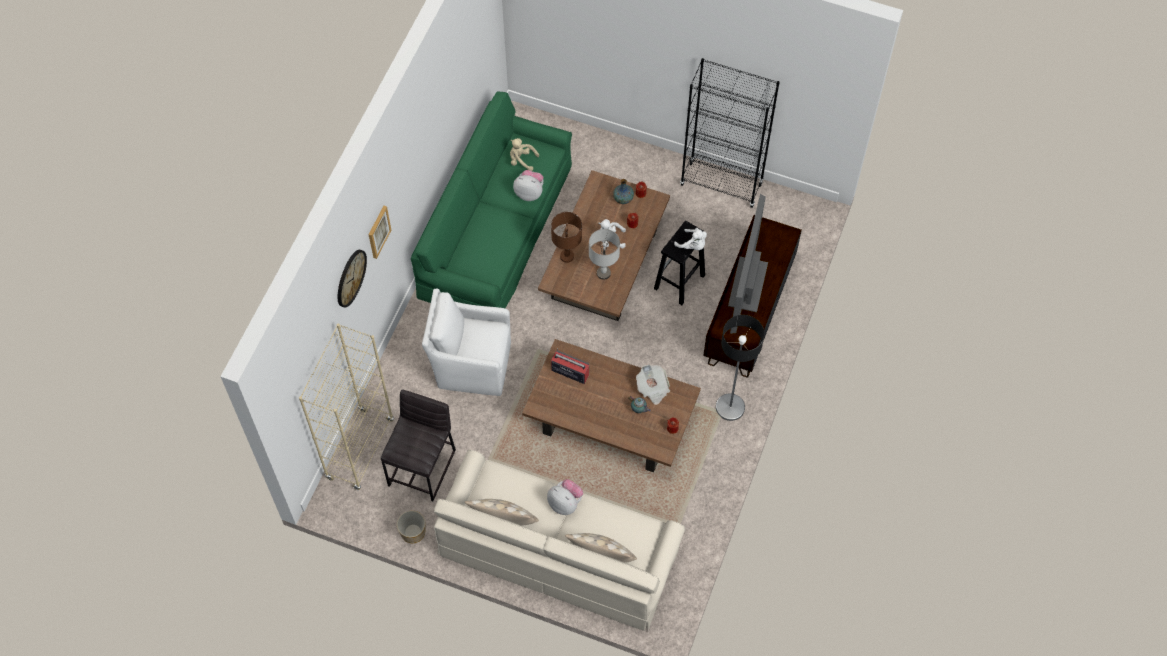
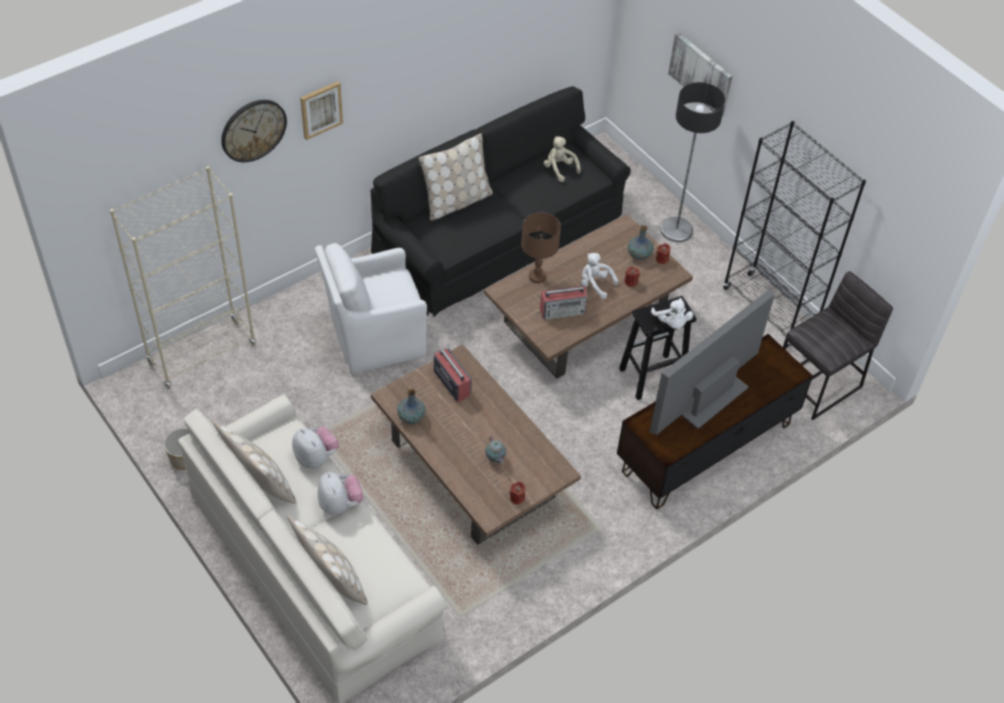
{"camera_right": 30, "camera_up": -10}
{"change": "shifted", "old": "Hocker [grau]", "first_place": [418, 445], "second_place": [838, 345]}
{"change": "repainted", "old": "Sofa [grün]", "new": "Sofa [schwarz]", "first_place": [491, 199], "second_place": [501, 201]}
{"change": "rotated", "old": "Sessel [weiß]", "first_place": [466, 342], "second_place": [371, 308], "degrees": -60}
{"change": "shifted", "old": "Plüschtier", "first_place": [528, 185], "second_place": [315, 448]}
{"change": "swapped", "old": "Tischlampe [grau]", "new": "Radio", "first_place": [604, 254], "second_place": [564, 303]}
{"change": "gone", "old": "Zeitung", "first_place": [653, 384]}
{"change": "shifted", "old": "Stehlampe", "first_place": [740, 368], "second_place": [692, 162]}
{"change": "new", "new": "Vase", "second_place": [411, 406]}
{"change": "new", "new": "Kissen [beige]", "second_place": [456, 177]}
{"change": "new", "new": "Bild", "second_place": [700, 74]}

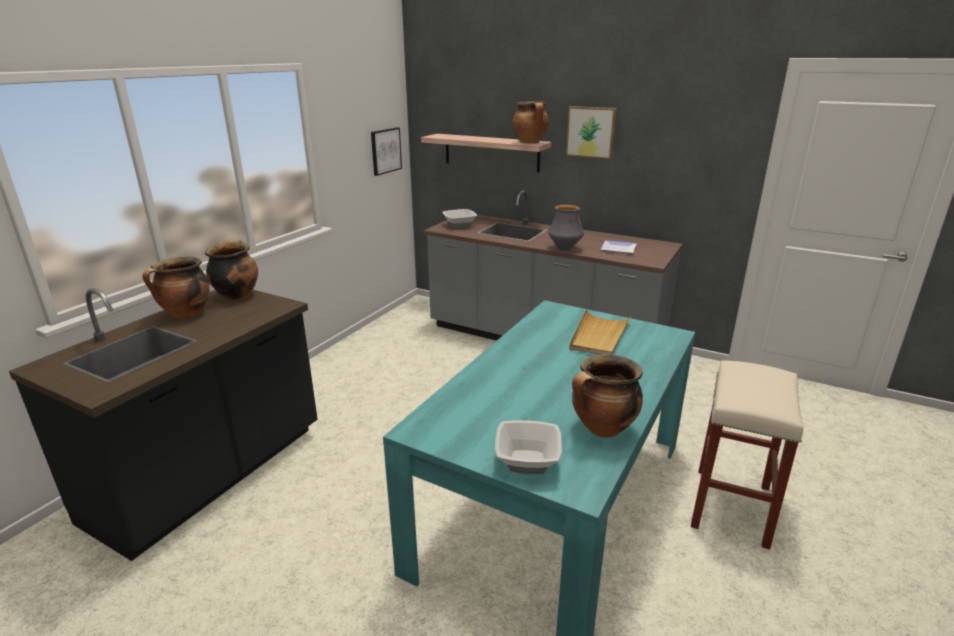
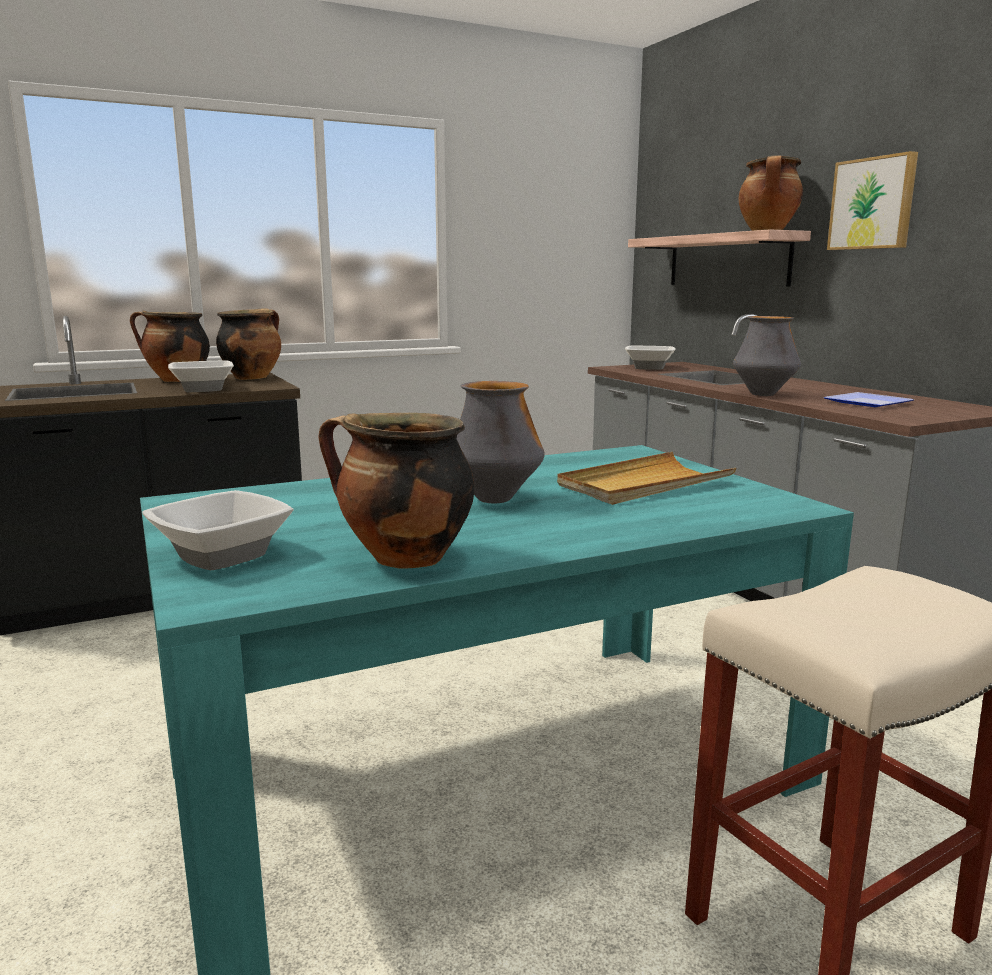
{"camera_right": 35, "camera_up": -10}
{"change": "gone", "old": "Bild", "first_place": [386, 151]}
{"change": "new", "new": "Schüssel", "second_place": [201, 376]}
{"change": "new", "new": "Vase", "second_place": [501, 442]}

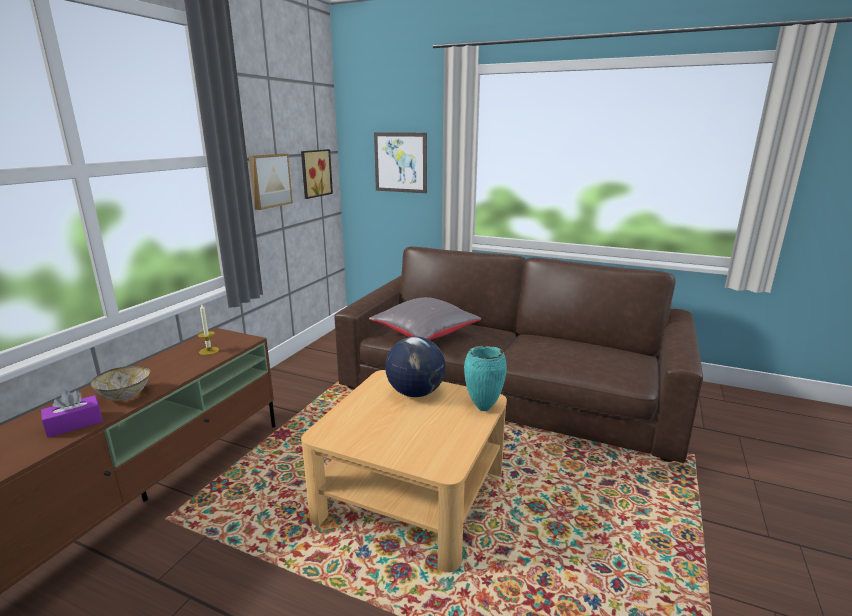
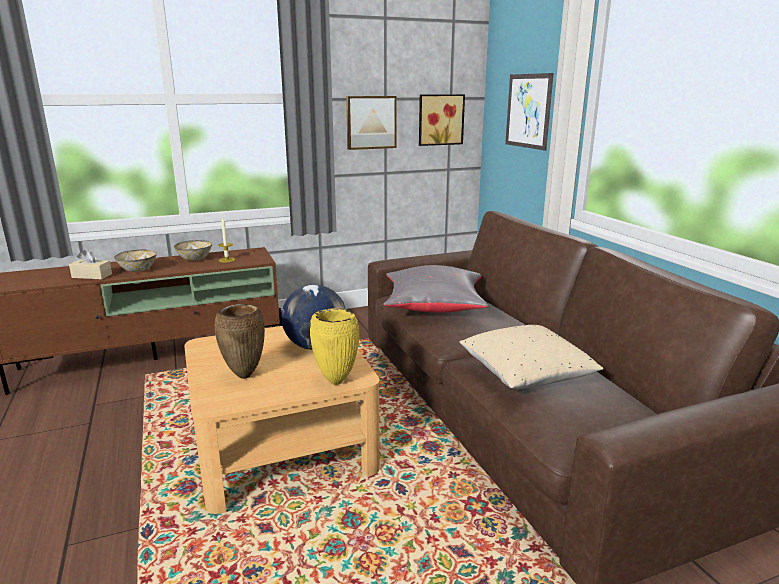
{"camera_right": 45, "camera_up": 0}
{"change": "repainted", "old": "Taschentuchbox [lila]", "new": "Taschentuchbox [beige]", "first_place": [72, 414], "second_place": [90, 264]}
{"change": "repainted", "old": "Vase [türkis]", "new": "Vase [gelb]", "first_place": [485, 378], "second_place": [334, 346]}
{"change": "new", "new": "Schüssel", "second_place": [193, 250]}
{"change": "new", "new": "Vase [braun]", "second_place": [240, 341]}
{"change": "new", "new": "Kissen [beige]", "second_place": [532, 357]}

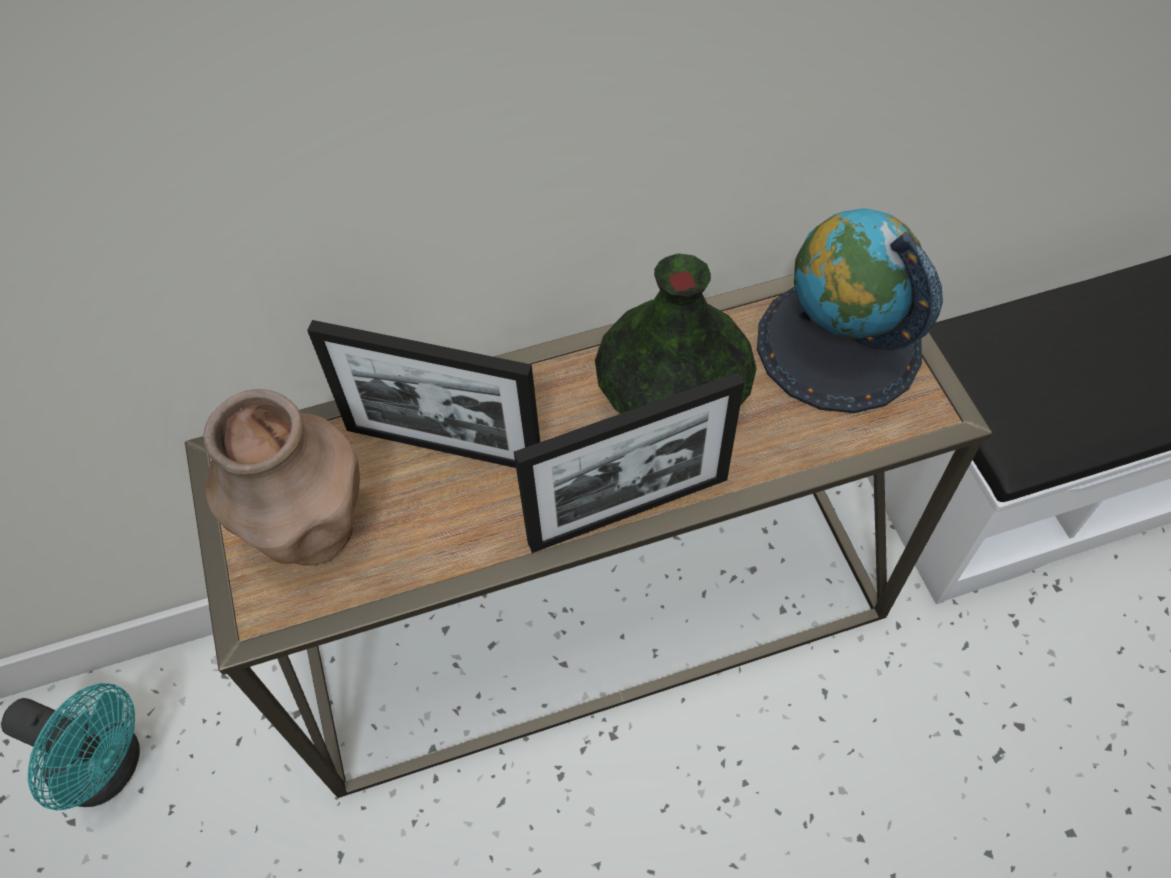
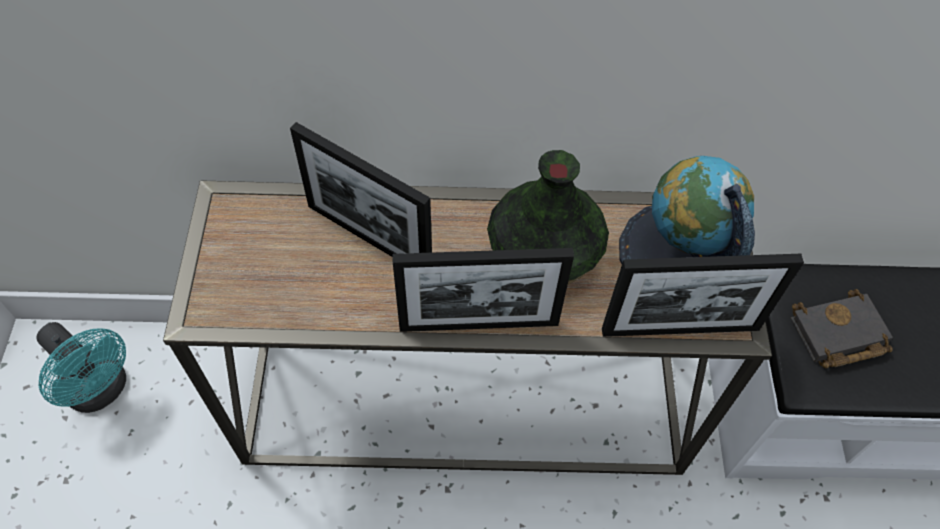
{"camera_right": 15, "camera_up": 0}
{"change": "gone", "old": "Vase [braun]", "first_place": [281, 477]}
{"change": "new", "new": "Bilderrahmen", "second_place": [703, 295]}
{"change": "new", "new": "Buch [schwarz]", "second_place": [842, 329]}

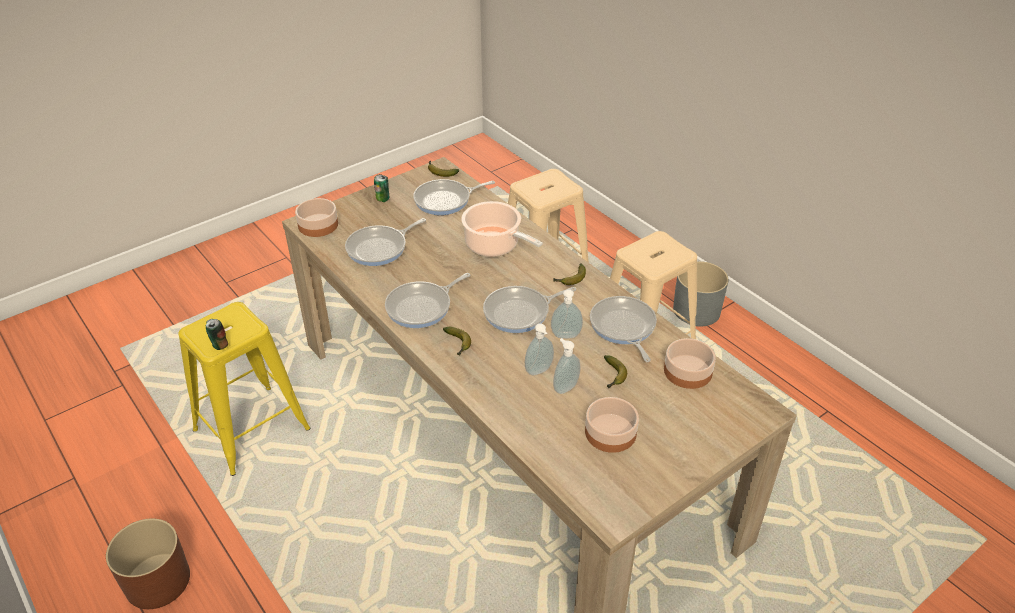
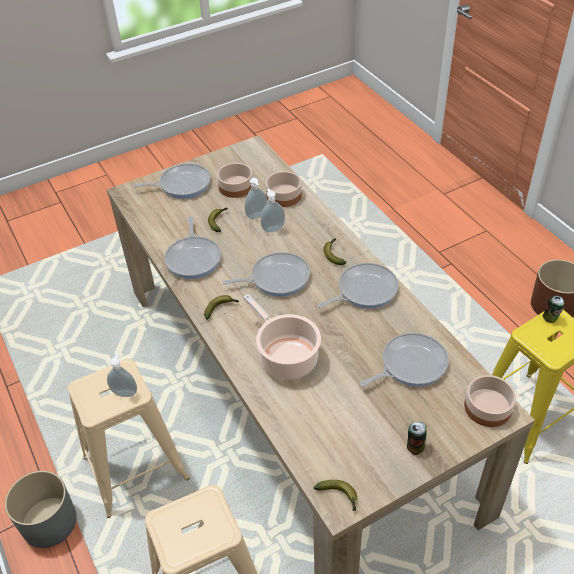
{"camera_right": -170, "camera_up": 5}
{"change": "shifted", "old": "Pfanne", "first_place": [454, 197], "second_place": [172, 180]}
{"change": "shifted", "old": "Seifenspender", "first_place": [567, 314], "second_place": [122, 375]}
{"change": "shifted", "old": "Schüssel", "first_place": [690, 363], "second_place": [283, 189]}

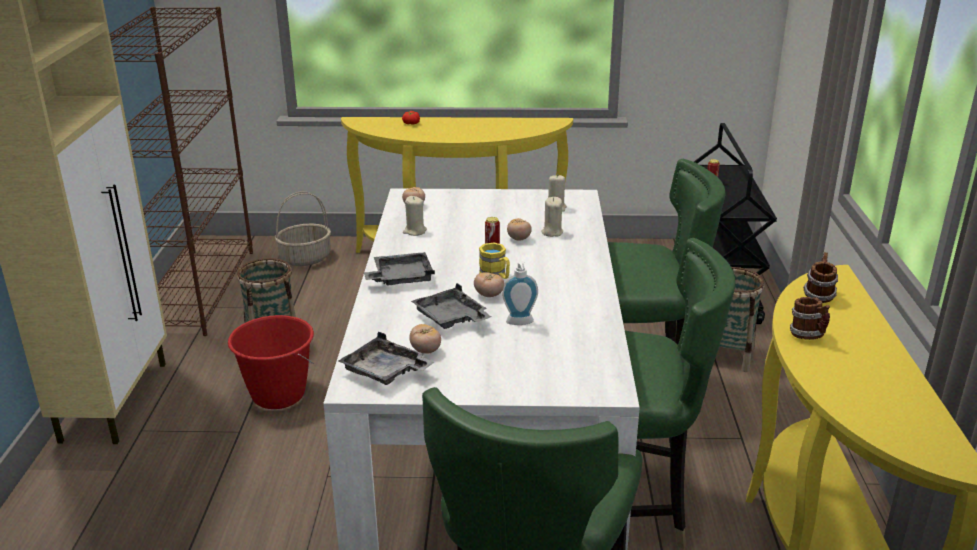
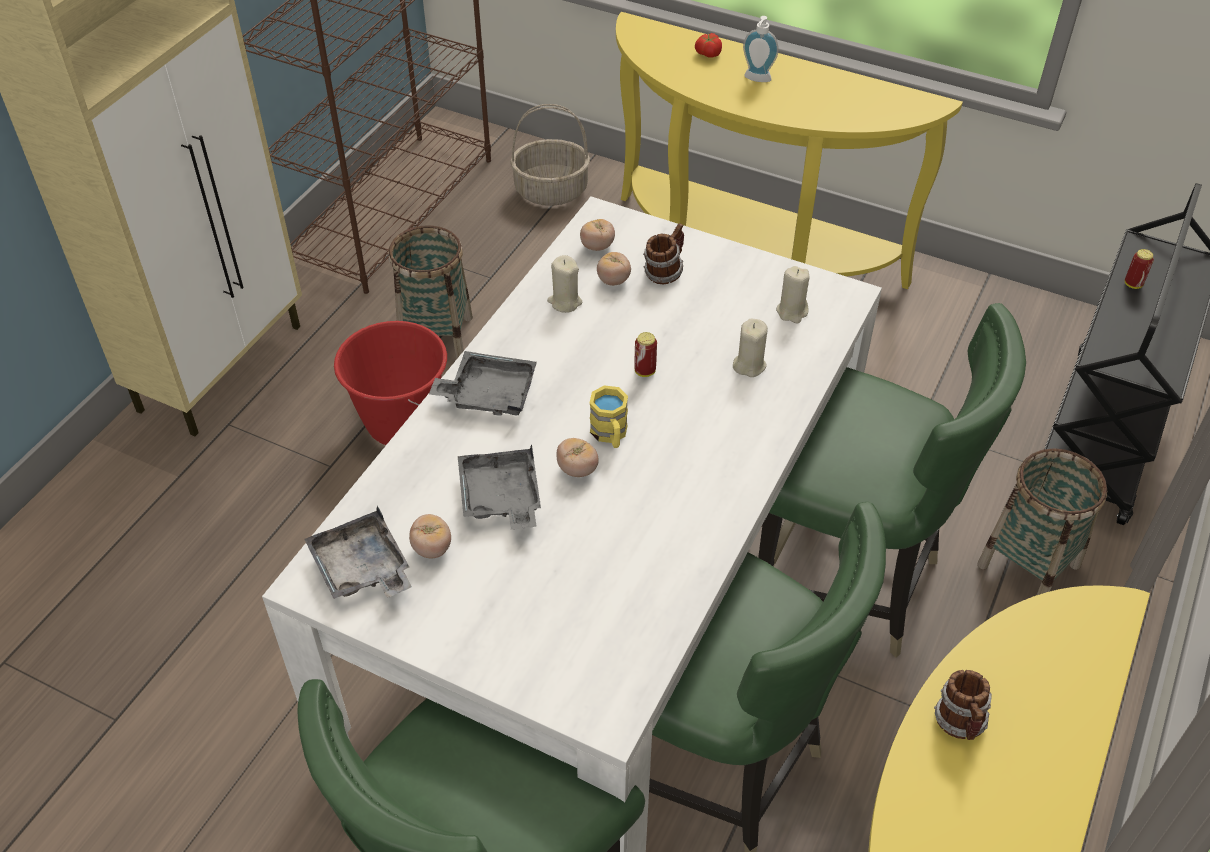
{"camera_right": 25, "camera_up": 20}
{"change": "shifted", "old": "Seifenspender", "first_place": [520, 293], "second_place": [761, 49]}
{"change": "shifted", "old": "Tomate", "first_place": [519, 229], "second_place": [614, 269]}
{"change": "shifted", "old": "Henkelbecher", "first_place": [820, 277], "second_place": [663, 254]}

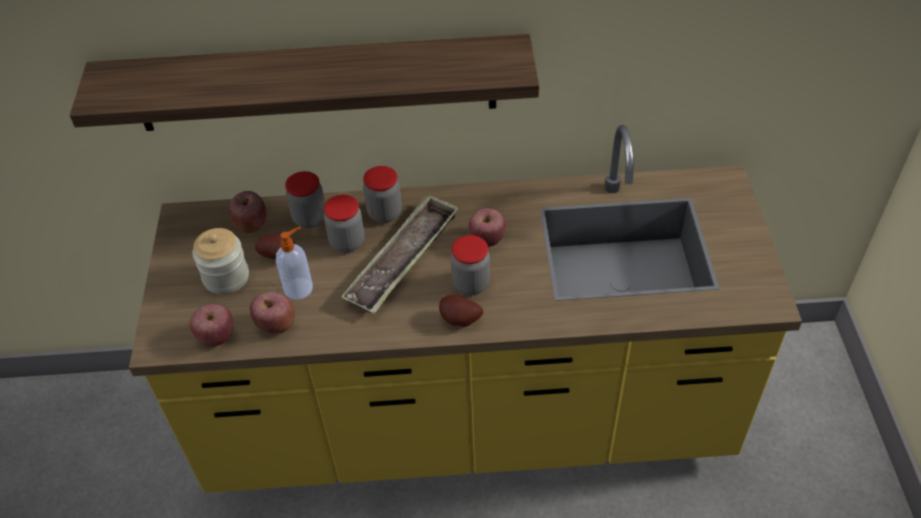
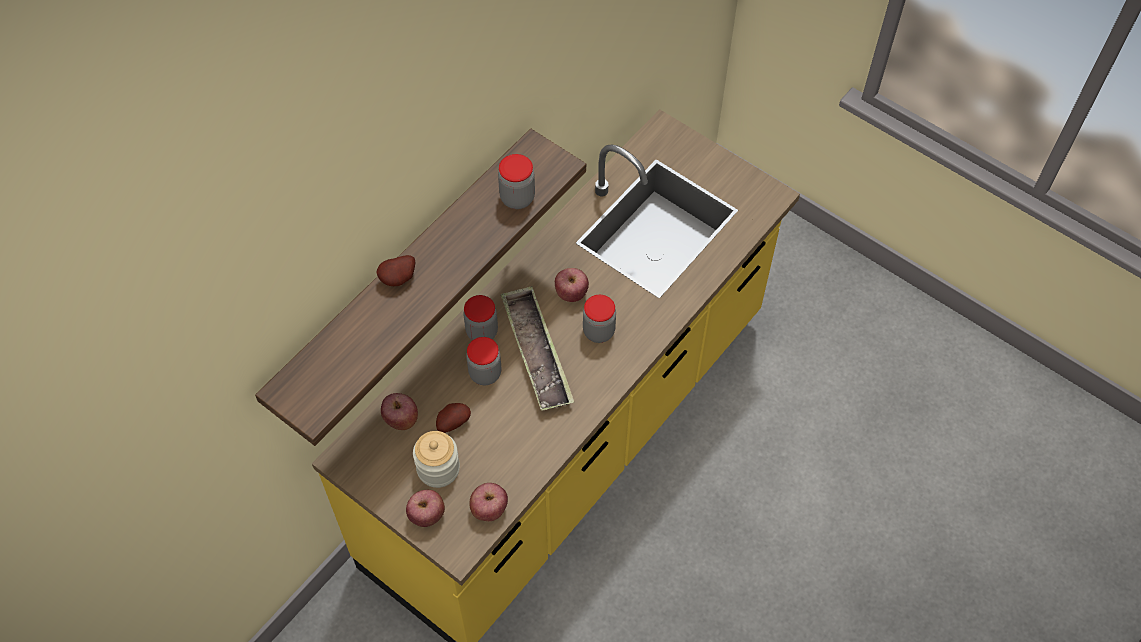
{"camera_right": -50, "camera_up": 10}
{"change": "shifted", "old": "Apfel", "first_place": [272, 313], "second_place": [425, 508]}
{"change": "gone", "old": "Seifenspender", "first_place": [294, 263]}
{"change": "shifted", "old": "Vorratsglas", "first_place": [305, 199], "second_place": [516, 181]}
{"change": "shifted", "old": "Kartoffel", "first_place": [461, 310], "second_place": [396, 270]}

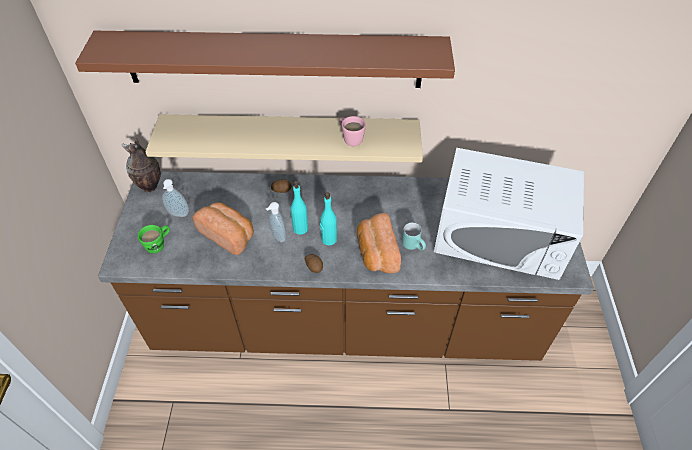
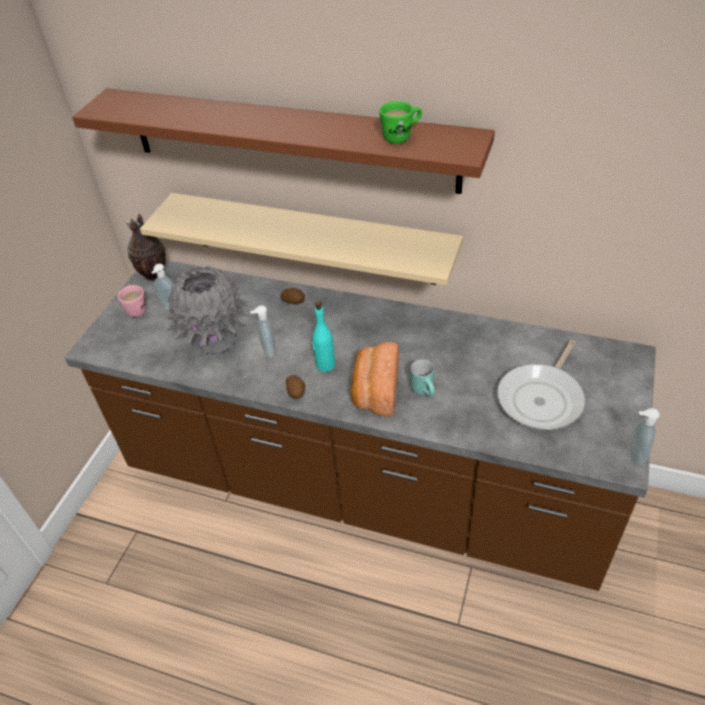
{"camera_right": 20, "camera_up": -5}
{"change": "shifted", "old": "Henkelbecher [grün]", "first_place": [154, 239], "second_place": [400, 122]}
{"change": "swapped", "old": "Brot", "new": "Vase [grau]", "first_place": [222, 228], "second_place": [208, 310]}
{"change": "gone", "old": "Flasche [türkis]", "first_place": [299, 208]}
{"change": "shifted", "old": "Henkelbecher [rosa]", "first_place": [352, 131], "second_place": [131, 301]}
{"change": "swapped", "old": "Mikrowelle [weiß]", "new": "Pfanne", "first_place": [509, 214], "second_place": [541, 385]}
{"change": "new", "new": "Seifenspender", "second_place": [644, 437]}

